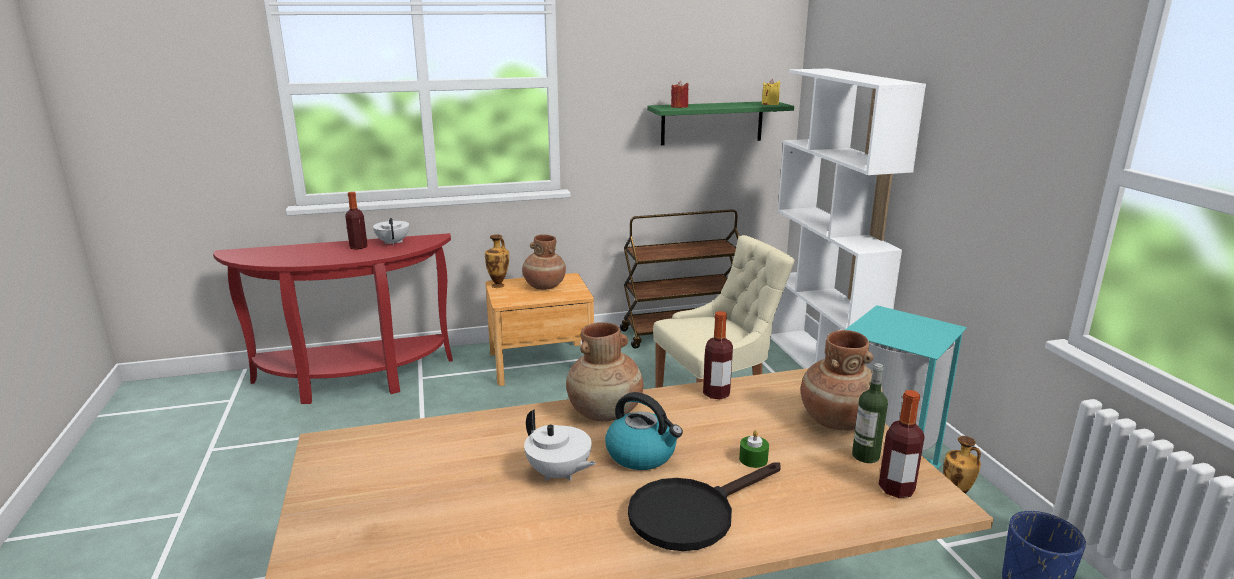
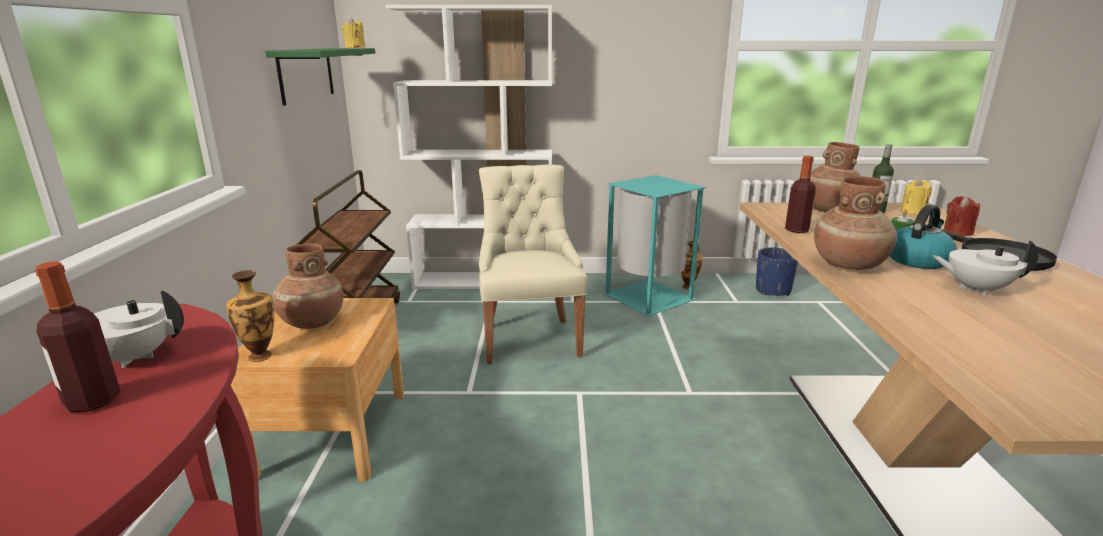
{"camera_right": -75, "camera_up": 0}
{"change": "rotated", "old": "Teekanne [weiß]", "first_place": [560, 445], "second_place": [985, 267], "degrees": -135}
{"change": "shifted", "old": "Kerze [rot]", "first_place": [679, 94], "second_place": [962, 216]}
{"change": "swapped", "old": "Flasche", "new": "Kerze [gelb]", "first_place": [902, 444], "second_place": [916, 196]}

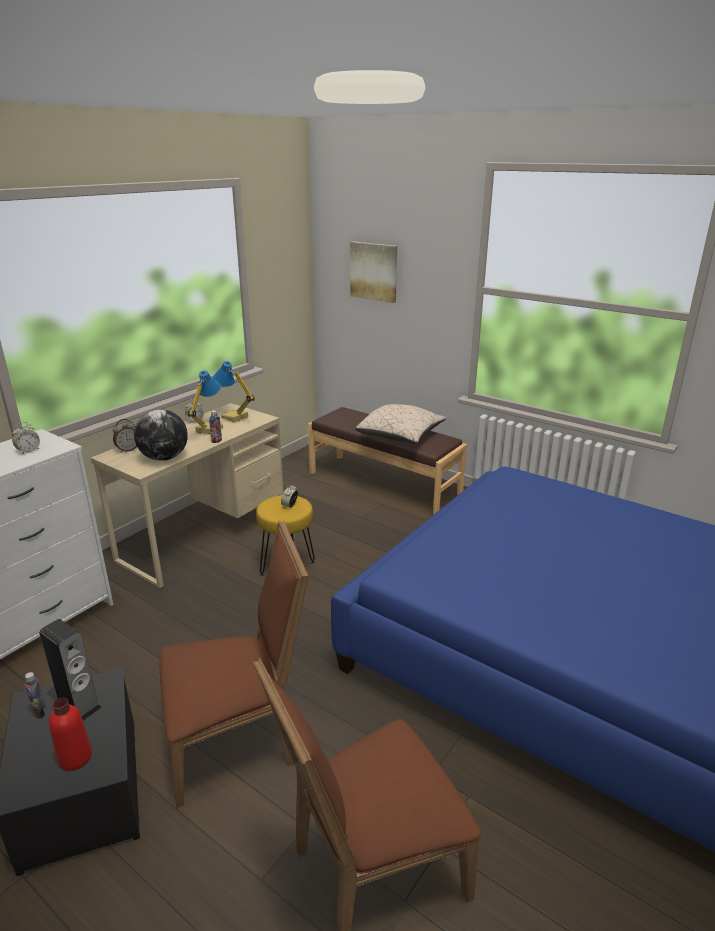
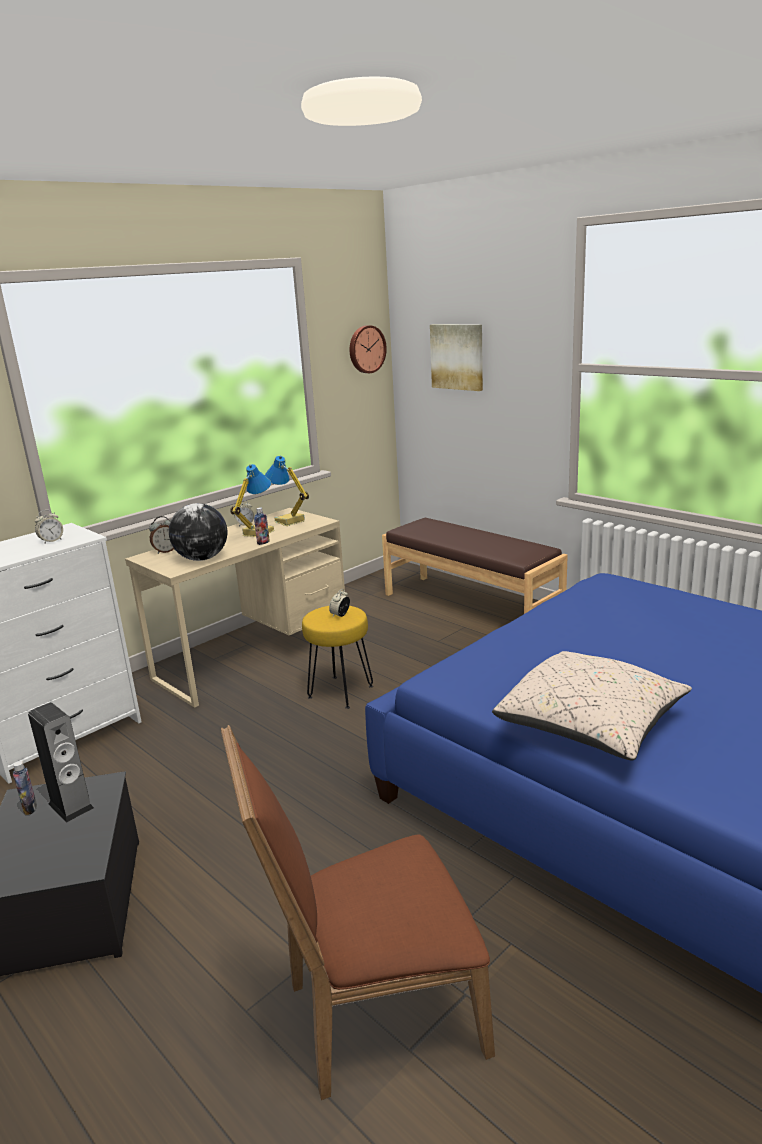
{"camera_right": 10, "camera_up": -5}
{"change": "gone", "old": "Flasche [rot]", "first_place": [70, 734]}
{"change": "gone", "old": "Stuhl [braun]", "first_place": [234, 664]}
{"change": "shifted", "old": "Kissen [beige]", "first_place": [400, 424], "second_place": [592, 706]}
{"change": "new", "new": "Wanduhr", "second_place": [368, 349]}

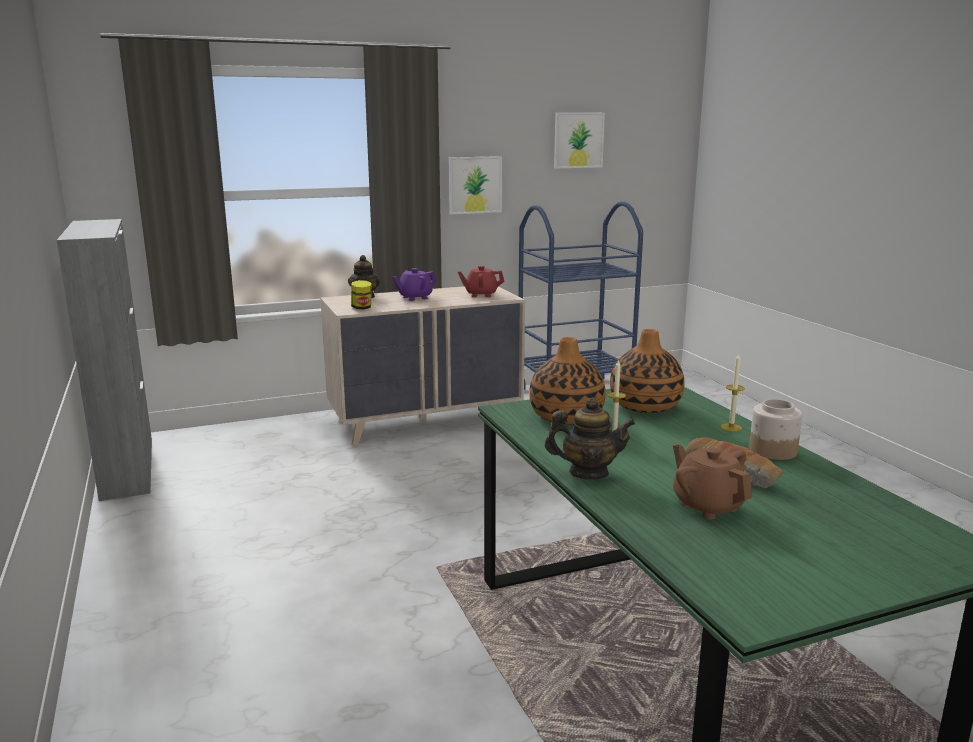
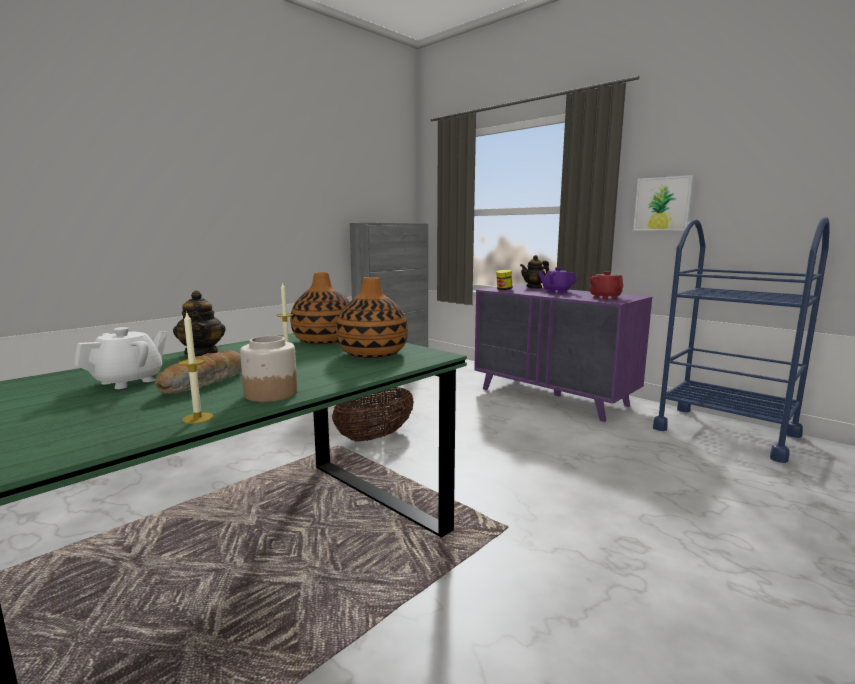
{"camera_right": 65, "camera_up": -5}
{"change": "repainted", "old": "Kommode [beige]", "new": "Kommode [lila]", "first_place": [422, 366], "second_place": [563, 353]}
{"change": "gone", "old": "Bild", "first_place": [579, 140]}
{"change": "repainted", "old": "Teekanne [braun]", "new": "Teekanne [weiß]", "first_place": [712, 481], "second_place": [120, 358]}
{"change": "shifted", "old": "Kerze", "first_place": [733, 393], "second_place": [196, 368]}
{"change": "new", "new": "Korb", "second_place": [373, 414]}

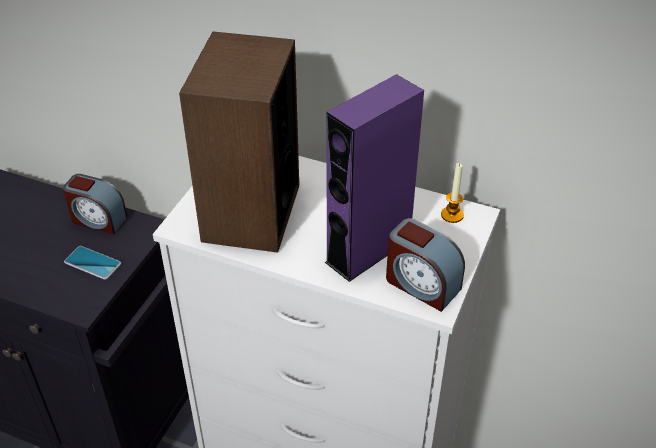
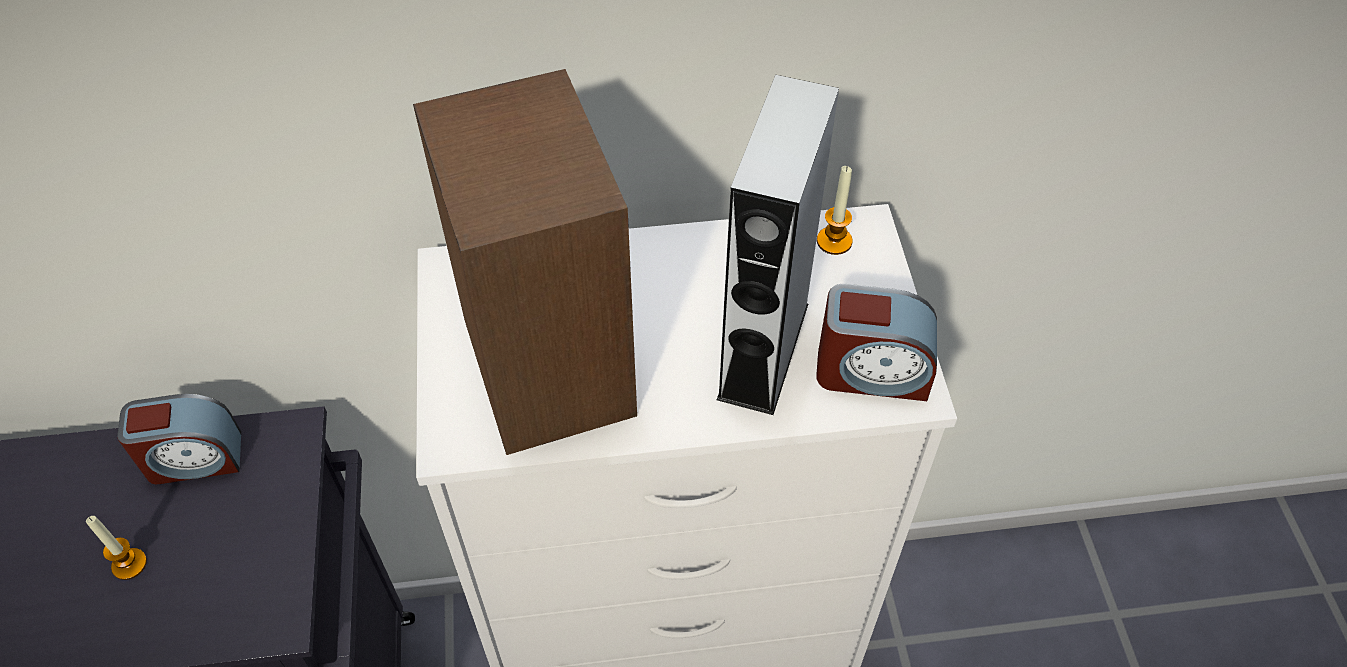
{"camera_right": -30, "camera_up": 10}
{"change": "gone", "old": "Handy", "first_place": [92, 263]}
{"change": "repainted", "old": "Lautsprecher [lila]", "new": "Lautsprecher [grau]", "first_place": [374, 178], "second_place": [778, 245]}
{"change": "new", "new": "Kerze", "second_place": [116, 548]}

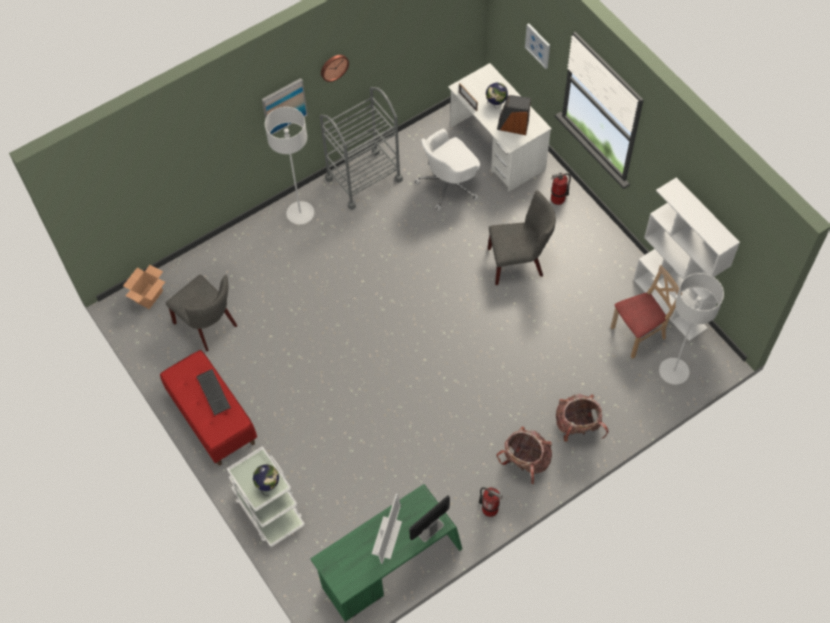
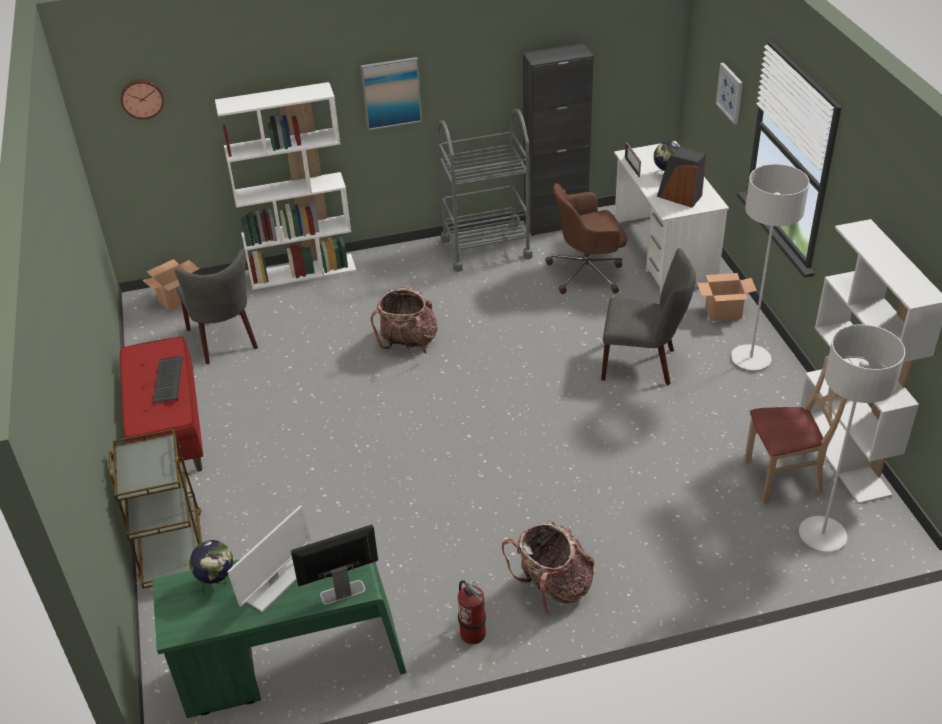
{"camera_right": 20, "camera_up": -20}
{"change": "repainted", "old": "Rollwagen [weiß]", "new": "Rollwagen [braun]", "first_place": [266, 496], "second_place": [155, 509]}
{"change": "shifted", "old": "Globus", "first_place": [266, 480], "second_place": [211, 568]}
{"change": "shifted", "old": "Stehlampe [grau]", "first_place": [289, 165], "second_place": [770, 267]}
{"change": "shifted", "old": "Wanduhr", "first_place": [335, 68], "second_place": [142, 99]}
{"change": "repainted", "old": "Bürostuhl [weiß]", "new": "Bürostuhl [braun]", "first_place": [447, 170], "second_place": [586, 238]}
{"change": "swapped", "old": "Feuerlöscher", "new": "Karton", "first_place": [561, 189], "second_place": [727, 297]}
{"change": "shifted", "old": "Rucksack", "first_place": [582, 418], "second_place": [404, 319]}
{"change": "new", "new": "Bücherregal [weiß]", "second_place": [285, 186]}
{"change": "new", "new": "Schrank [schwarz]", "second_place": [558, 140]}

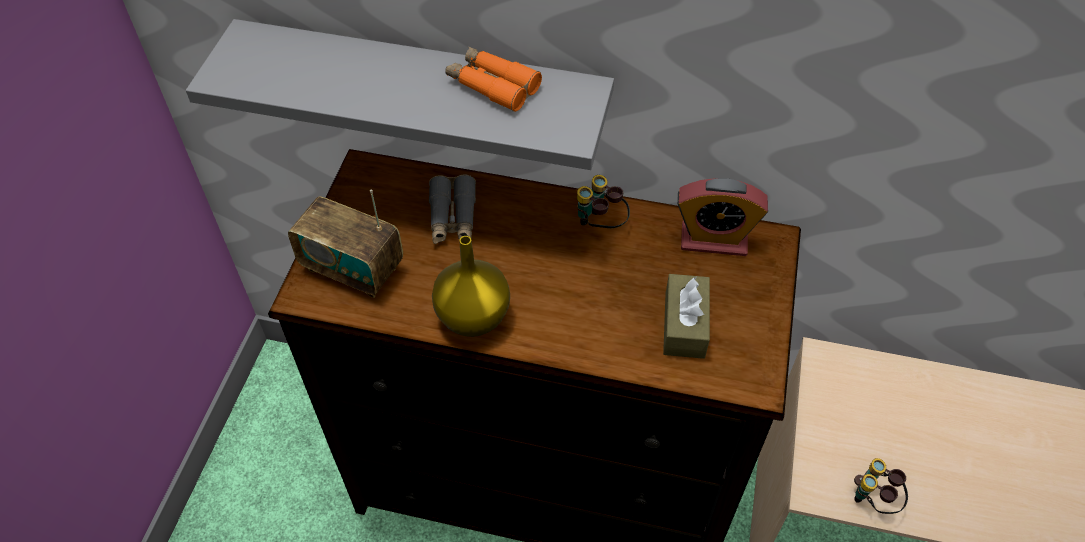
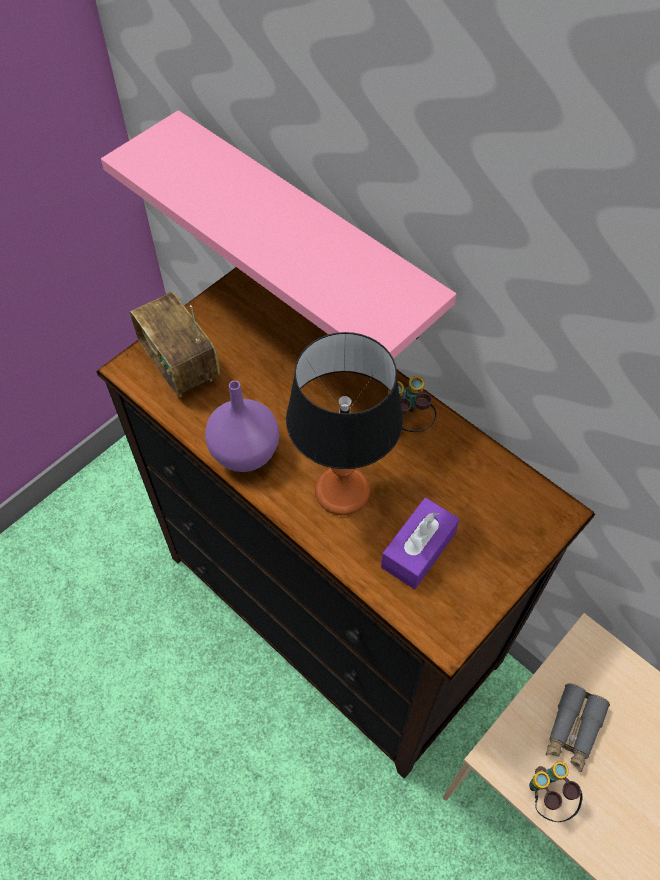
{"camera_right": 30, "camera_up": 5}
{"change": "repainted", "old": "Wandregal [grau]", "new": "Wandregal [rosa]", "first_place": [400, 94], "second_place": [278, 234]}
{"change": "shifted", "old": "Fernglas [grau]", "first_place": [452, 209], "second_place": [578, 727]}
{"change": "repainted", "old": "Vase [gelb]", "new": "Vase [lila]", "first_place": [471, 286], "second_place": [242, 426]}
{"change": "gone", "old": "Fernglas [orange]", "first_place": [493, 79]}
{"change": "repainted", "old": "Taschentuchbox [braun]", "new": "Taschentuchbox [lila]", "first_place": [686, 316], "second_place": [420, 543]}
{"change": "gone", "old": "Wecker", "first_place": [722, 217]}
{"change": "new", "new": "Tischlampe", "second_place": [344, 423]}

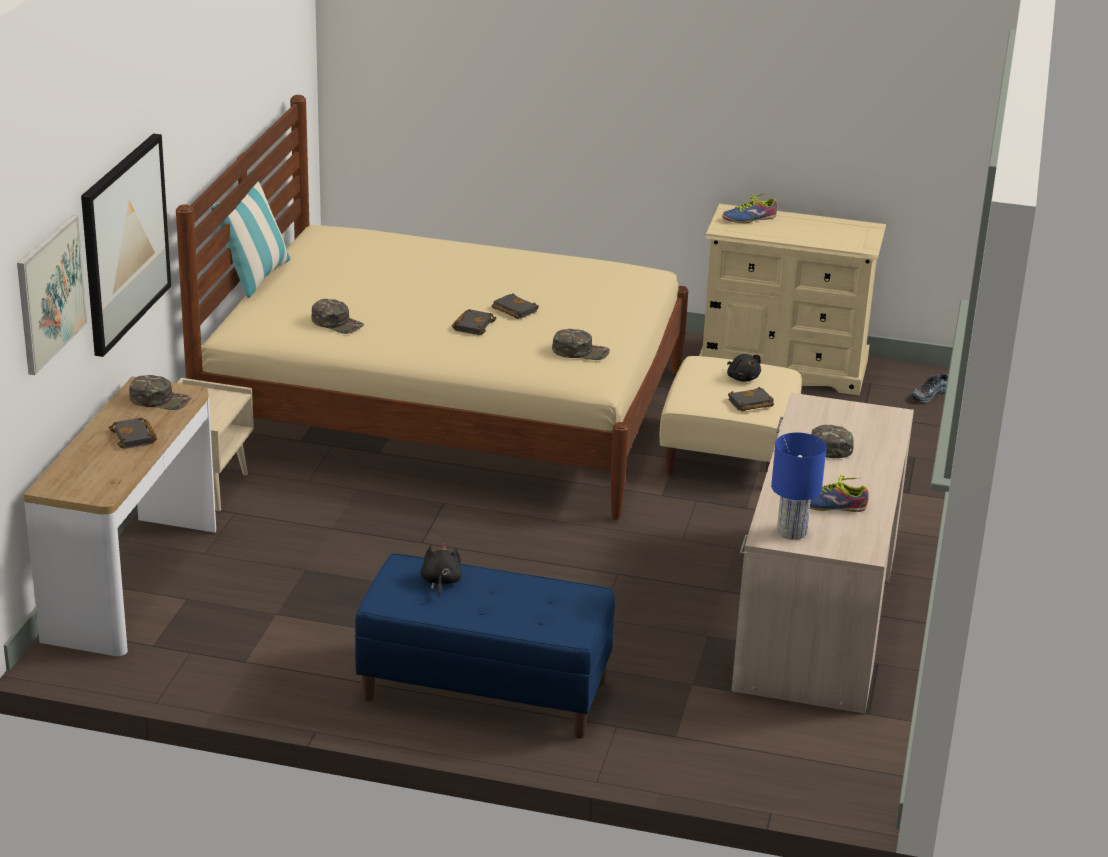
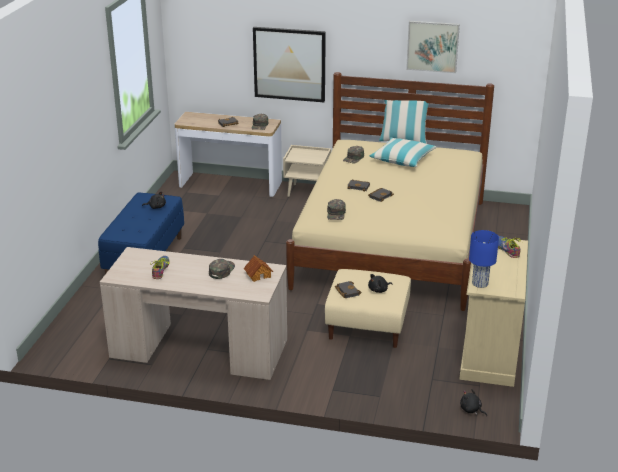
{"camera_right": 90, "camera_up": 0}
{"change": "shifted", "old": "Bild", "first_place": [52, 295], "second_place": [433, 47]}
{"change": "shifted", "old": "Tischlampe [blau]", "first_place": [799, 486], "second_place": [484, 259]}
{"change": "swapped", "old": "Schuh", "new": "Plüschtier [schwarz]", "first_place": [929, 388], "second_place": [473, 402]}
{"change": "new", "new": "Spielzeughaus", "second_place": [258, 268]}
{"change": "new", "new": "Kissen", "second_place": [403, 152]}

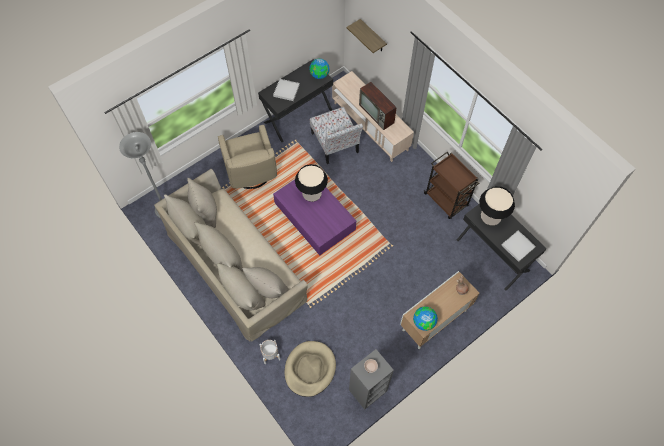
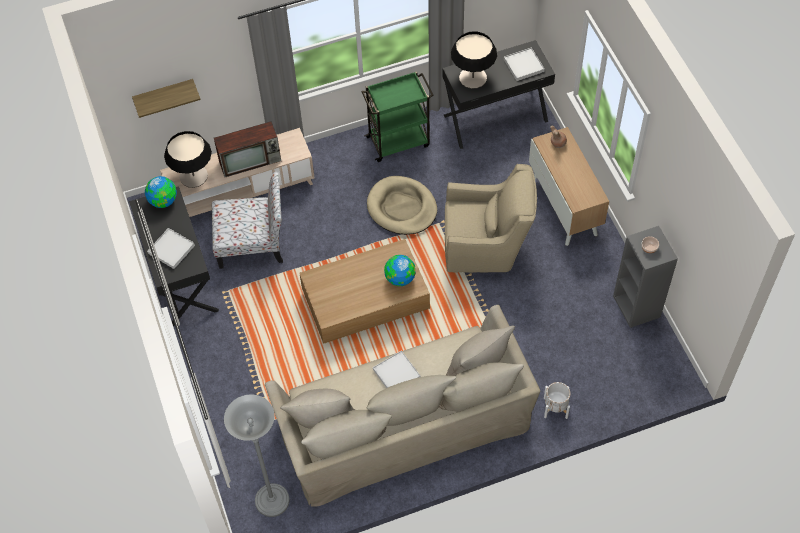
{"camera_right": -70, "camera_up": -5}
{"change": "shifted", "old": "Sessel [beige]", "first_place": [247, 157], "second_place": [491, 218]}
{"change": "repainted", "old": "Couchtisch [lila]", "new": "Couchtisch [braun]", "first_place": [314, 217], "second_place": [364, 291]}
{"change": "shifted", "old": "Hundebett [beige]", "first_place": [310, 369], "second_place": [402, 205]}
{"change": "shifted", "old": "Tischlampe", "first_place": [311, 183], "second_place": [188, 159]}
{"change": "shifted", "old": "Globus", "first_place": [425, 318], "second_place": [400, 270]}
{"change": "repainted", "old": "Rollwagen [braun]", "new": "Rollwagen [grün]", "first_place": [451, 185], "second_place": [397, 116]}
{"change": "new", "new": "Tablett [weiß]", "second_place": [397, 369]}

